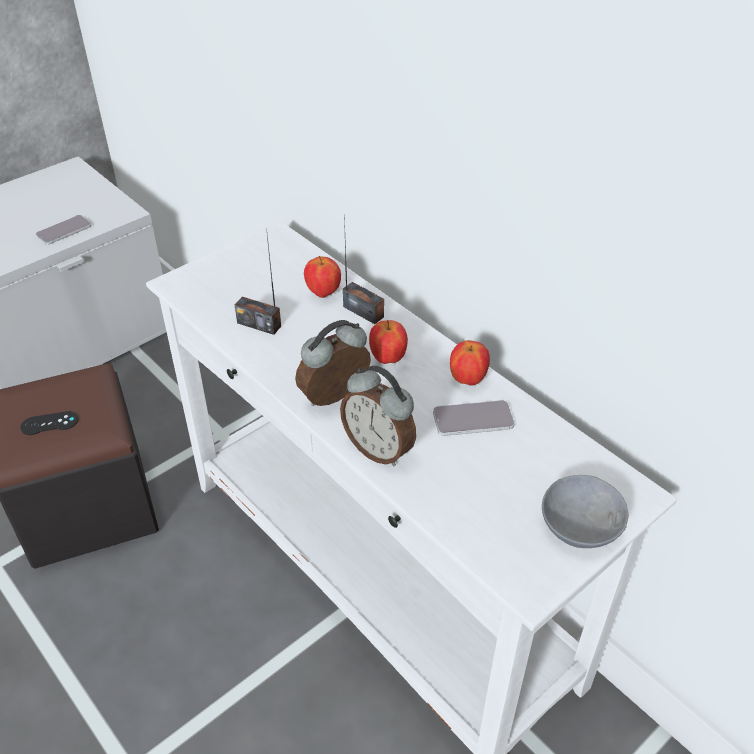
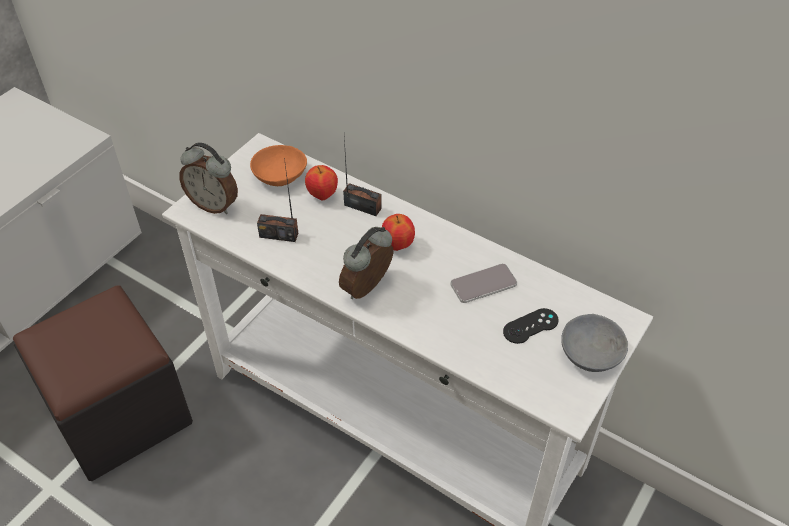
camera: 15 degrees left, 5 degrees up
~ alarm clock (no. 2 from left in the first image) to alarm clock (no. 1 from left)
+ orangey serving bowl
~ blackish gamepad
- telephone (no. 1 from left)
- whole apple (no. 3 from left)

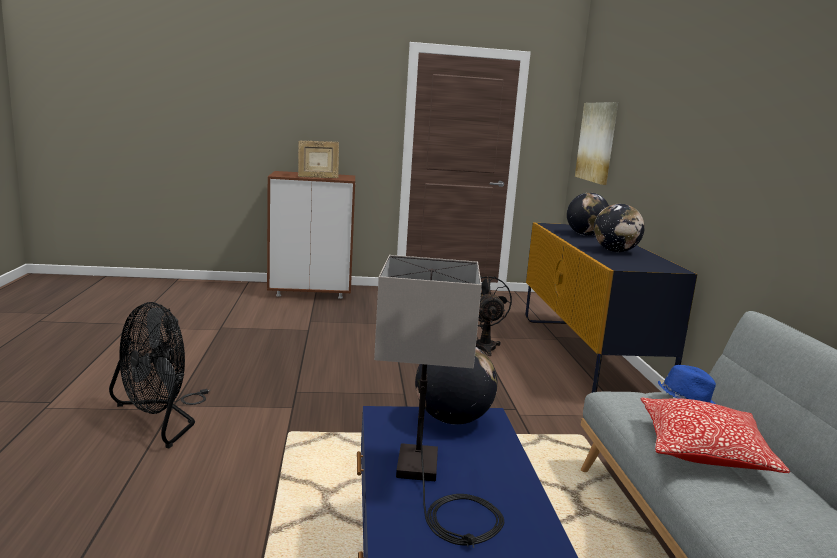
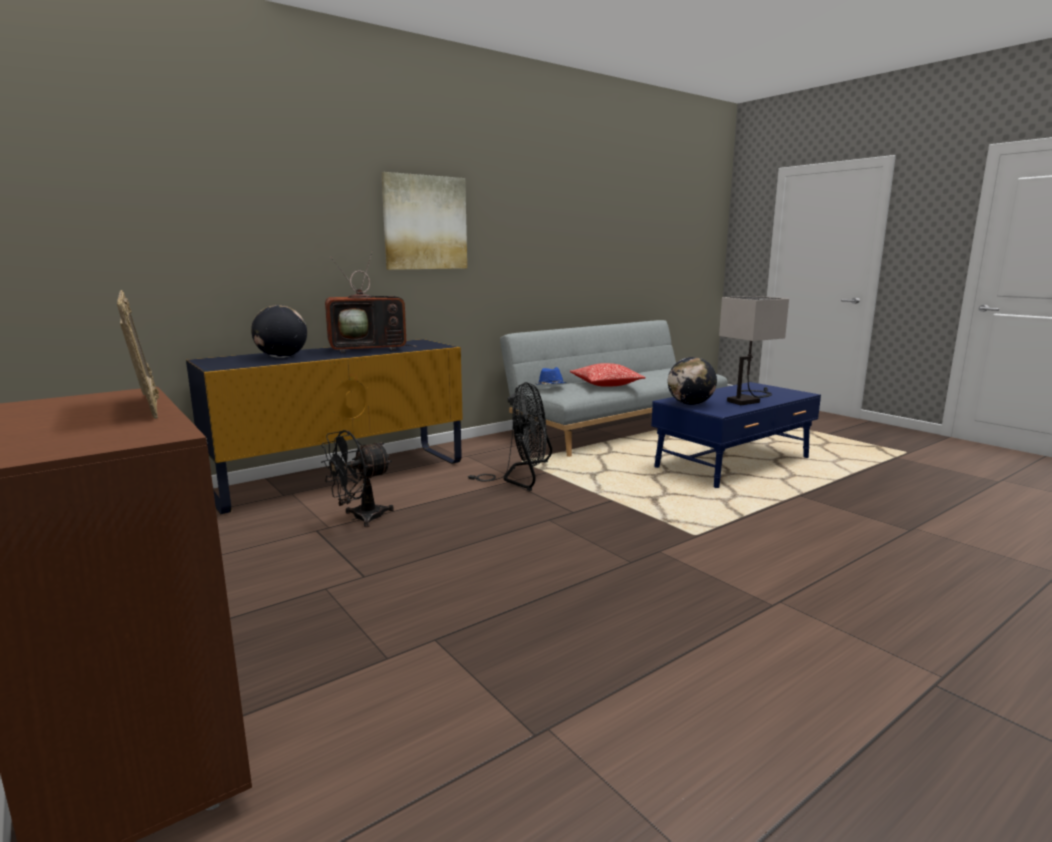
camera: 120 degrees left, 0 degrees up
~ world globe (no. 3 from left) to TV set
~ wall art
~ blackish fan (no. 1 from left in the first image) to blackish fan (no. 2 from left)

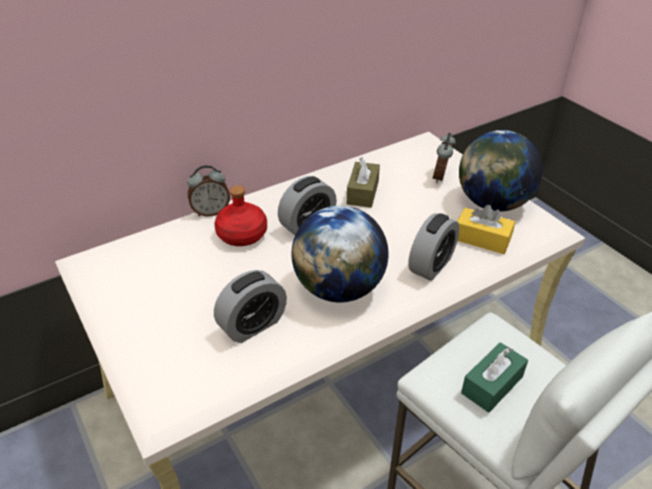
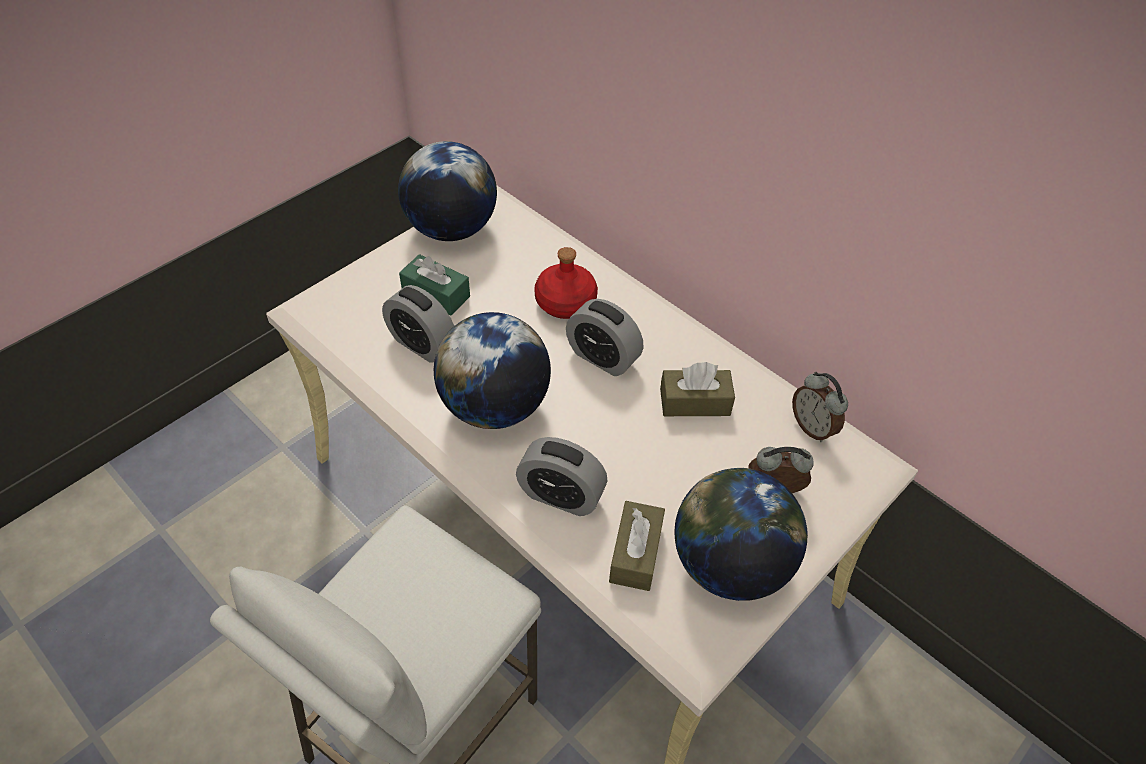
camera: 75 degrees right, 10 degrees up
+ world globe (no. 1 from left)
~ greenish box of tissues
~ yellowish box of tissues to brownish box of tissues (no. 1 from left)
~ alarm clock (no. 1 from left in the first image) to alarm clock (no. 5 from left)

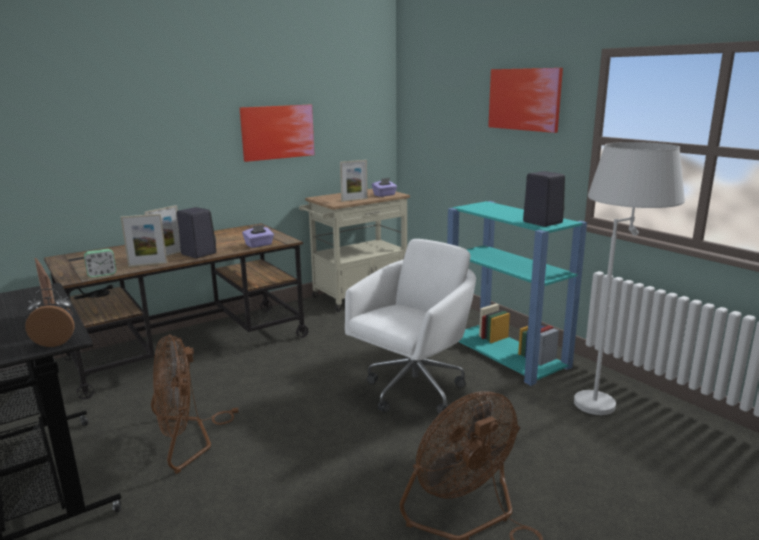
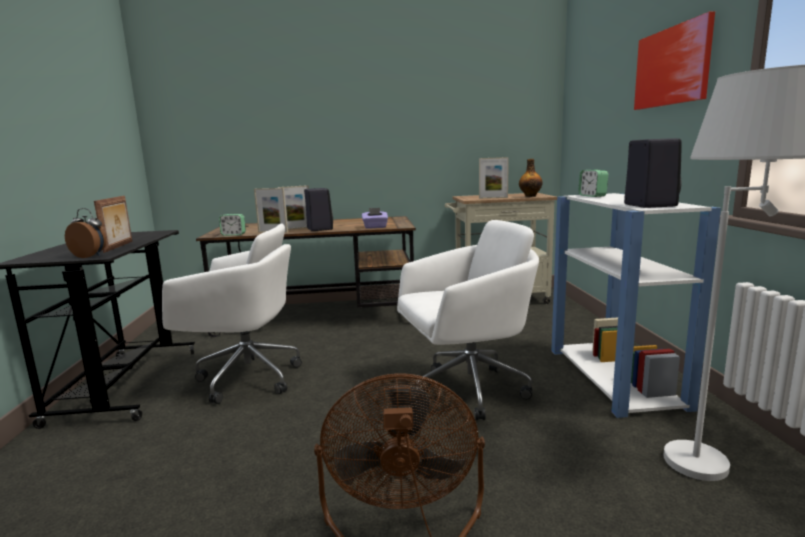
camera: 30 degrees right, 5 degrees down
~ brownish fan (no. 1 from left) to white desk chair (no. 1 from left)
~ purple-coloured box of tissues (no. 2 from left) to bottle
~ blue-green shelving unit to white shelving unit
+ alarm clock (no. 3 from left)
- wall art (no. 1 from left)

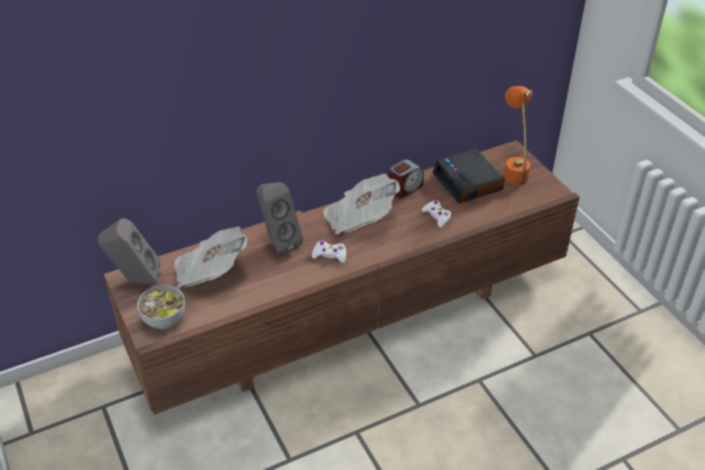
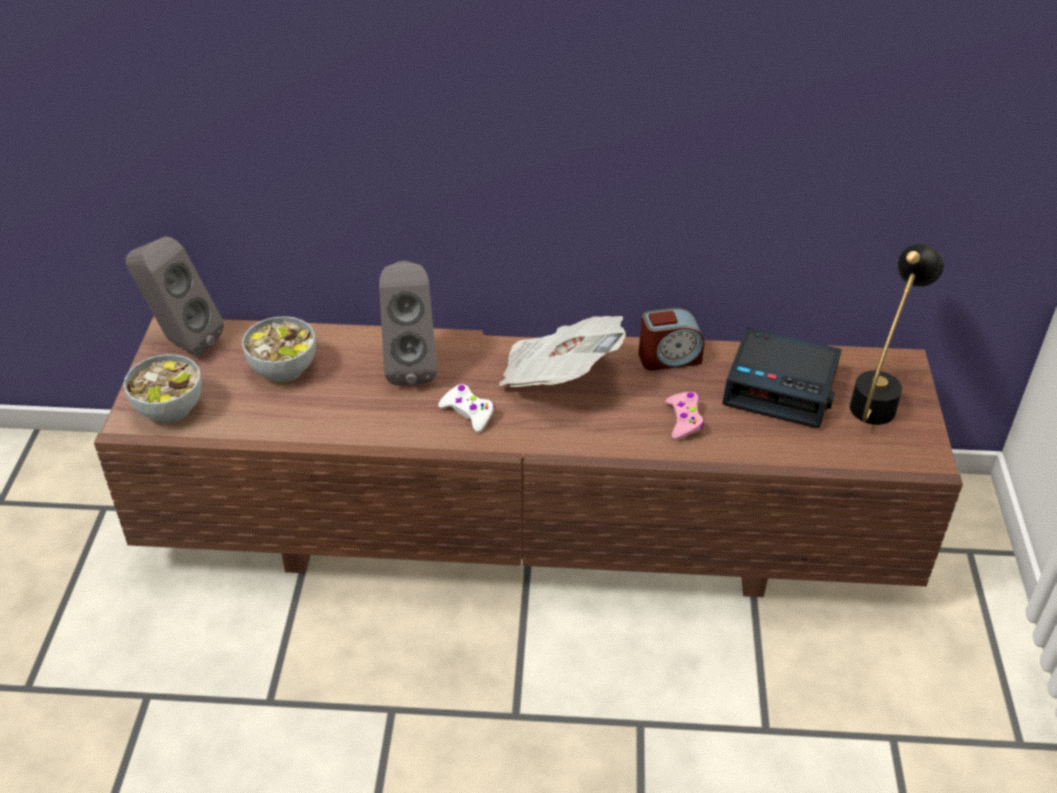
camera: 30 degrees right, 0 degrees up
~ printed paper (no. 1 from left) to serving bowl (no. 2 from left)
~ white gamepad (no. 2 from left) to pinkish gamepad
~ alarm clock (no. 2 from left) 75 degrees counterclockwise
~ orangey tabletop lamp to blackish tabletop lamp

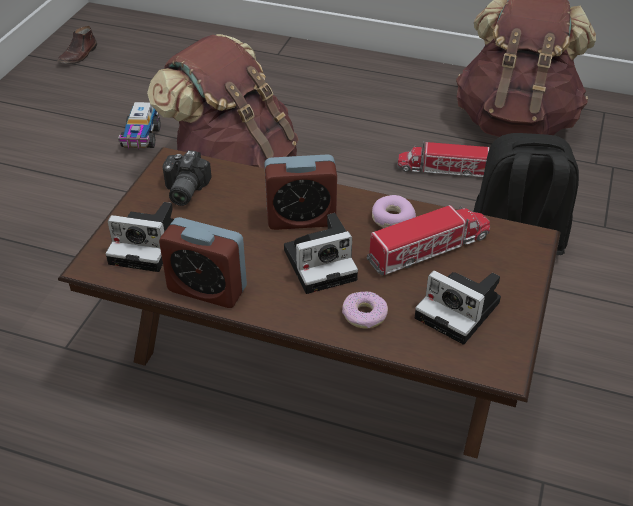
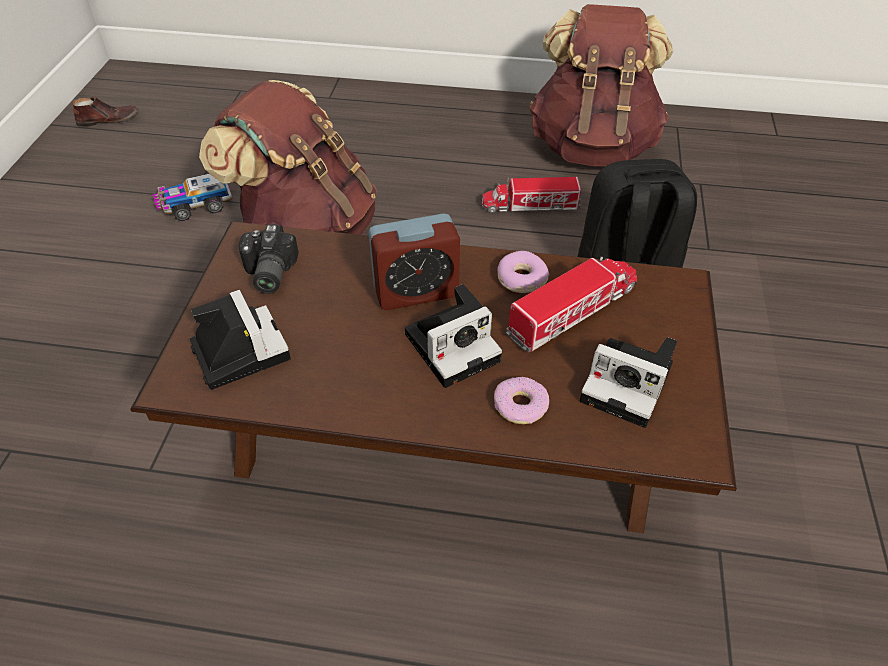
camera: 10 degrees left, 5 degrees up
~ brownish low shoe 120 degrees counterclockwise
~ model truck (no. 1 from left) 75 degrees clockwise
~ photo camera (no. 1 from left) 120 degrees counterclockwise
- alarm clock (no. 1 from left)

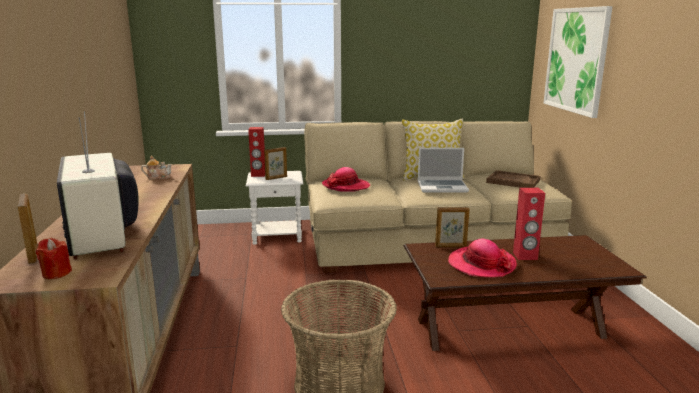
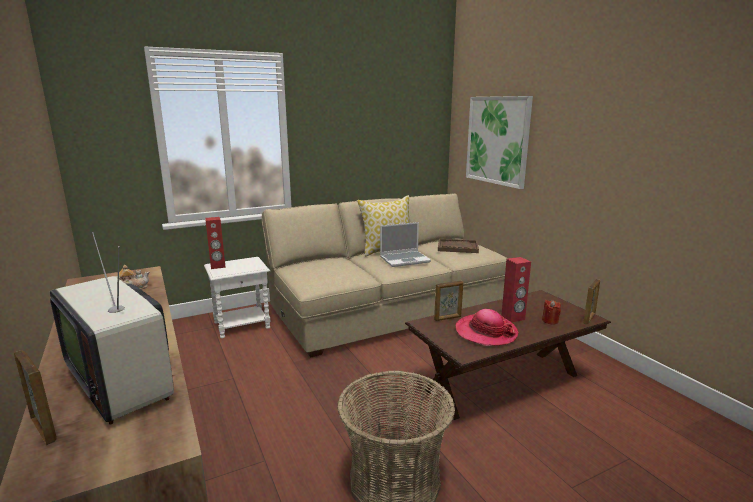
camera: 20 degrees left, 0 degrees up
~ reddish wax candle
~ standing frame (no. 2 from left in the first image) to standing frame (no. 3 from left)
- wearable hat (no. 1 from left)

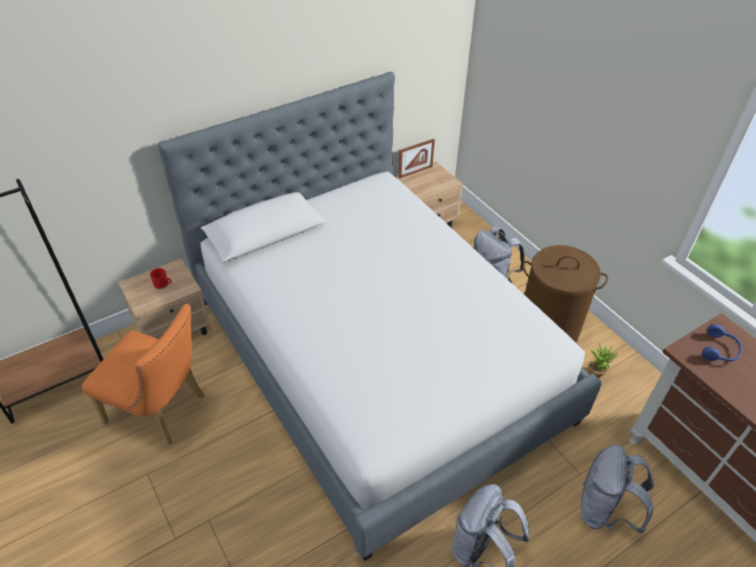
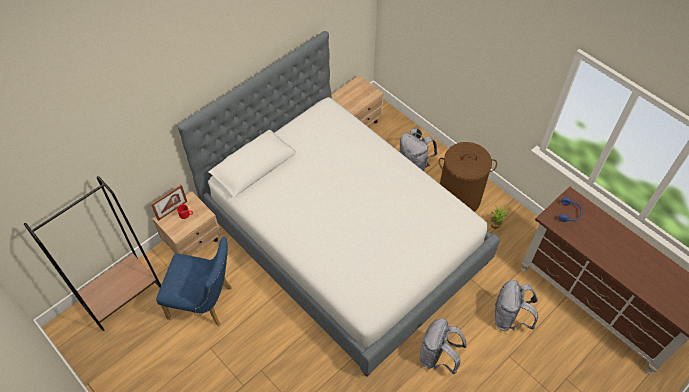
camera: 10 degrees left, 10 degrees up
~ standing frame
~ orangey upright chair to blue-coloured upright chair

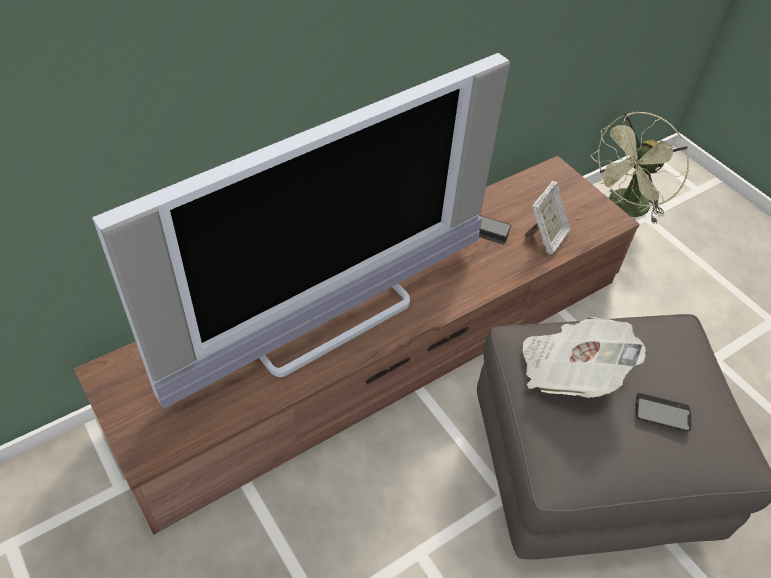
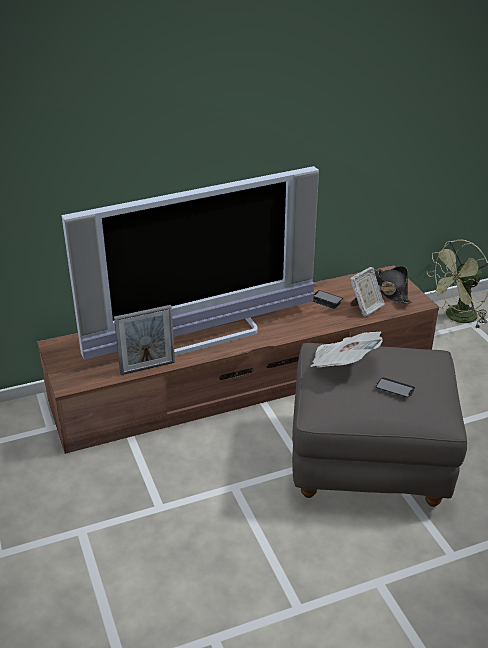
camera: 15 degrees right, 15 degrees down
+ standing frame (no. 1 from left)
+ blackish wearable hat

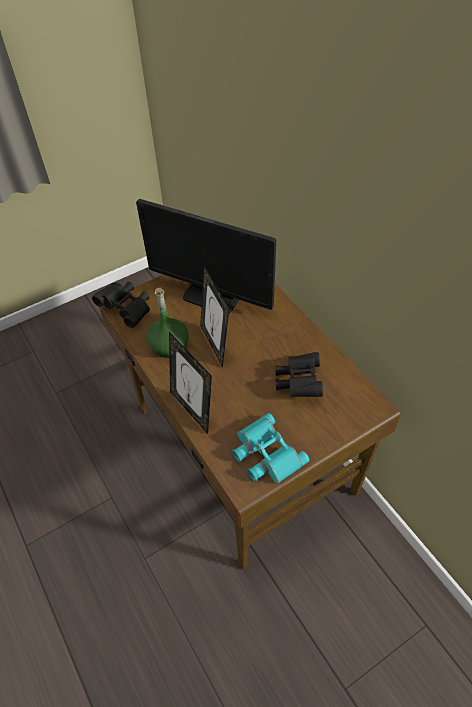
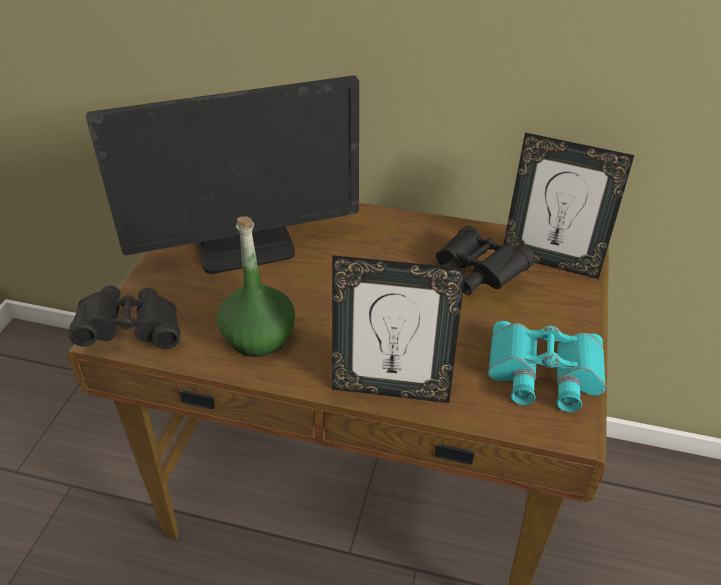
camera: 45 degrees left, 10 degrees down
~ standing frame (no. 2 from left)

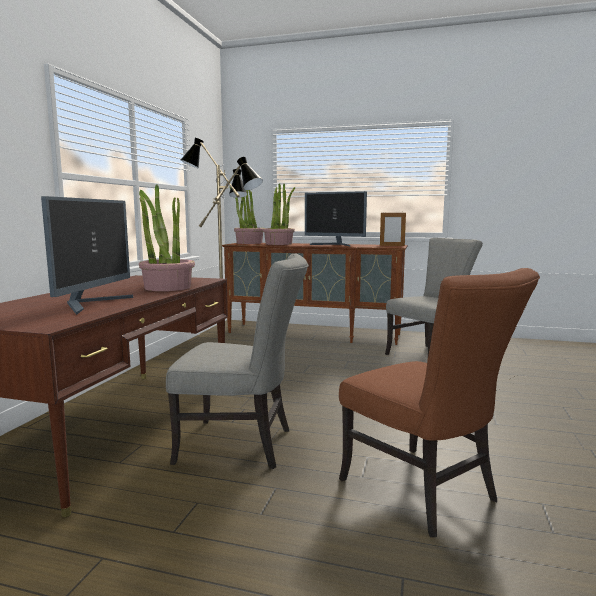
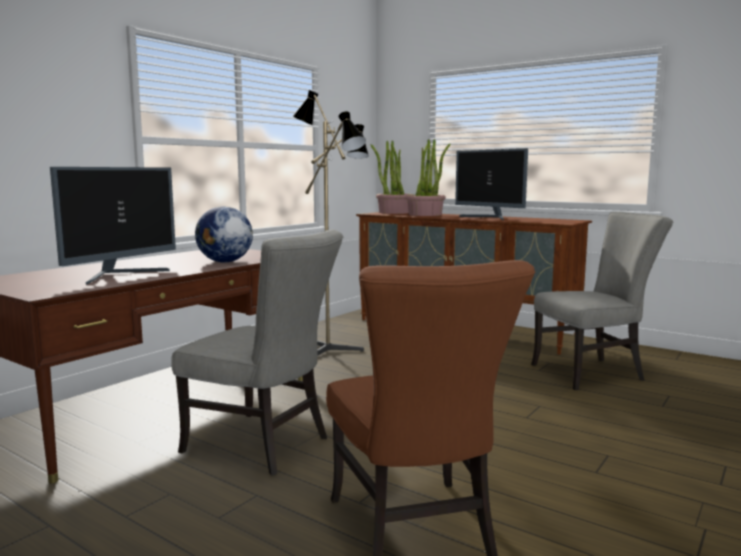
camera: 20 degrees right, 0 degrees up
~ potted plant (no. 1 from left) to world globe
- standing frame

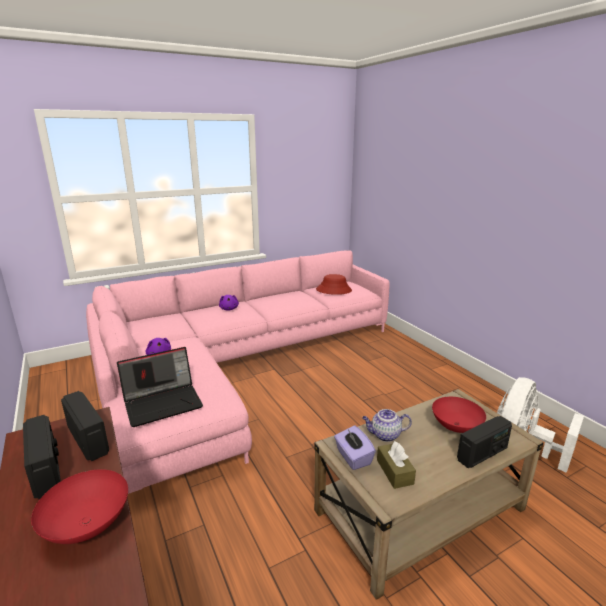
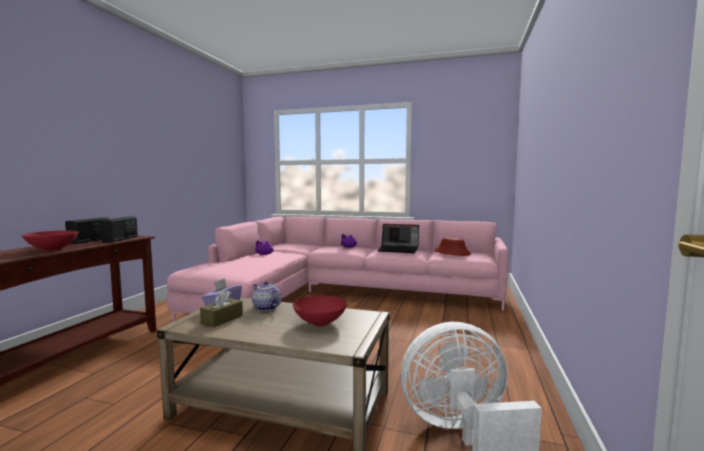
camera: 45 degrees right, 15 degrees down
~ portable computer
- radio receiver (no. 3 from left)

